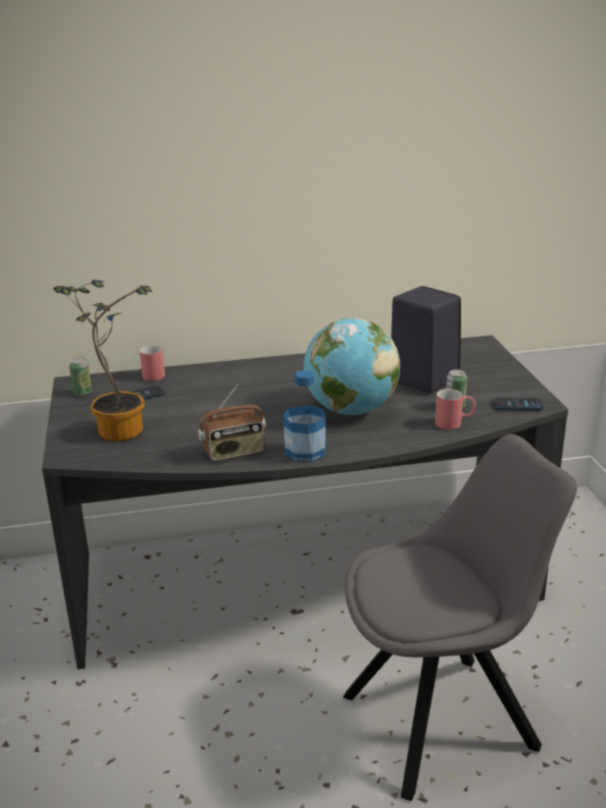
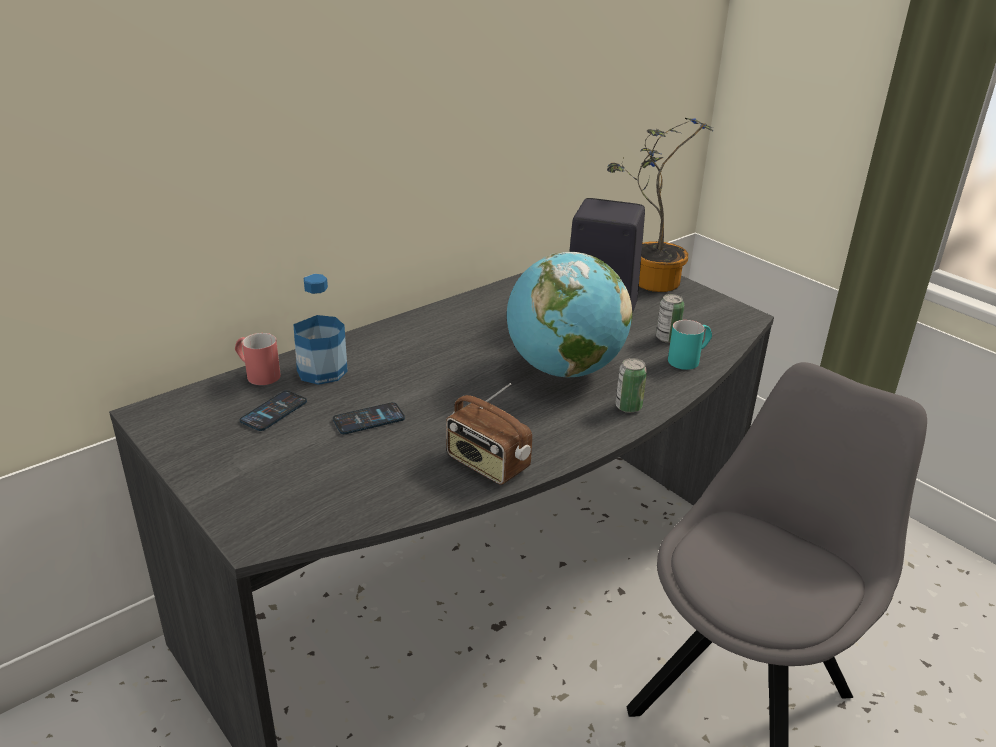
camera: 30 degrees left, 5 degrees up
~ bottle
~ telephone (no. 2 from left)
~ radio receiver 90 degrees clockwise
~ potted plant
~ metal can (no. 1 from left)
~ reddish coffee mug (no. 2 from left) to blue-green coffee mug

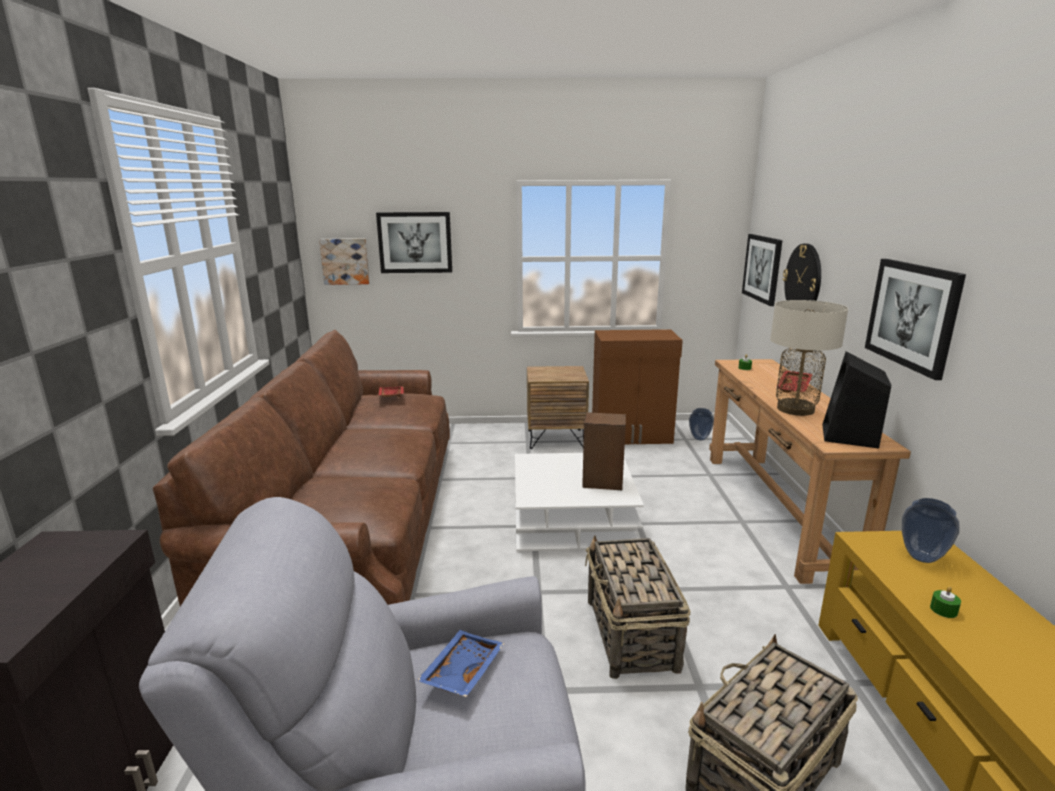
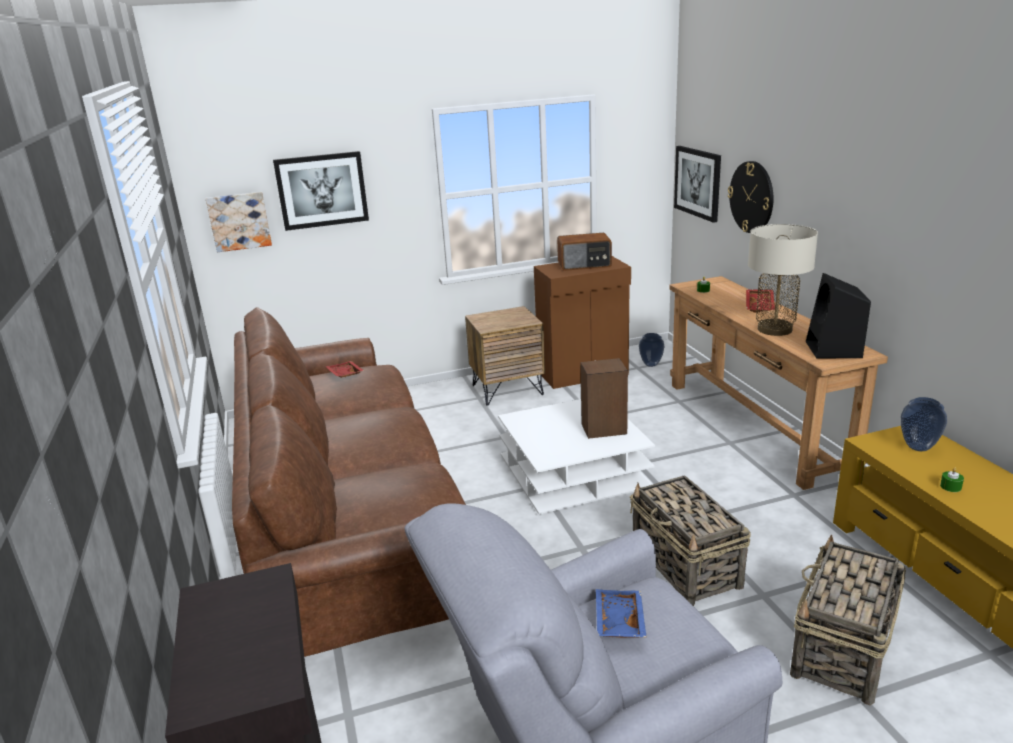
camera: 15 degrees left, 5 degrees up
+ radio receiver
- wall art (no. 4 from left)

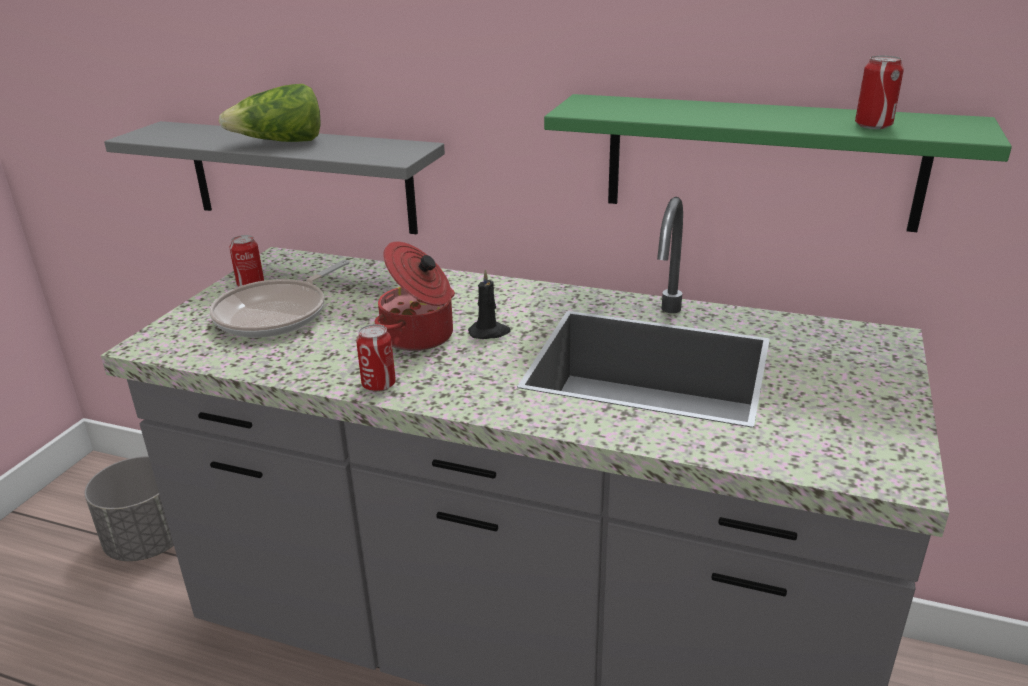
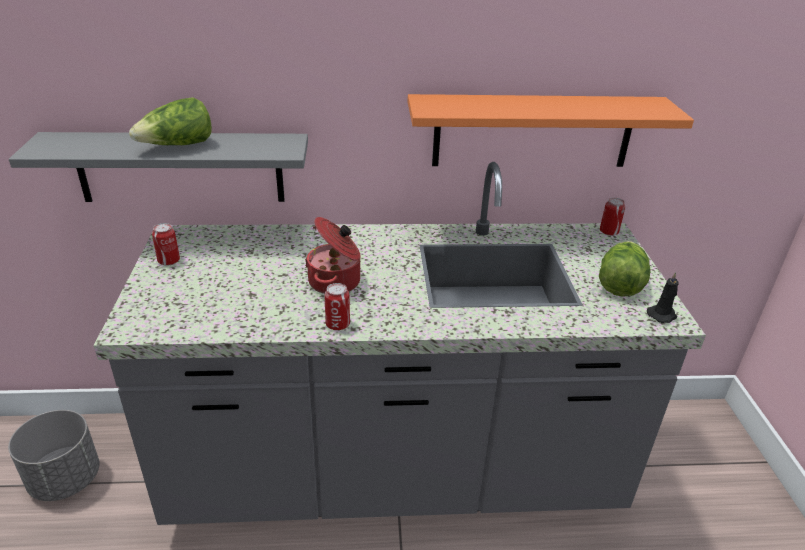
camera: 25 degrees left, 5 degrees up
~ greenish shelf to orangey shelf
+ lettuce head (no. 2 from left)
~ metal can (no. 3 from left)
~ blackish wax candle
- pan

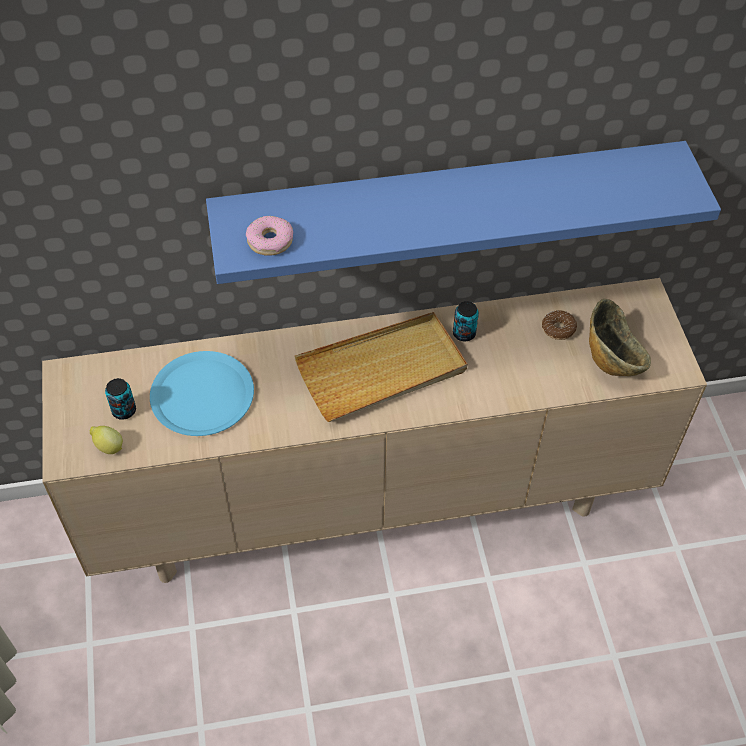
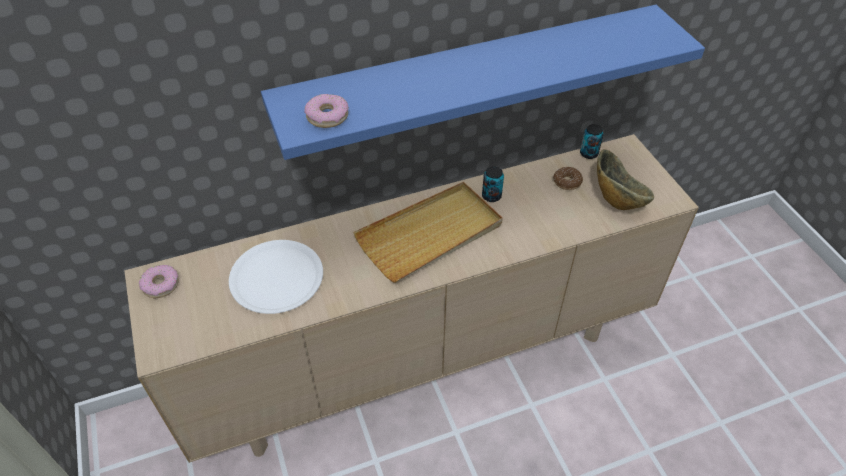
camera: 10 degrees left, 5 degrees down
+ donut (no. 1 from left)
~ blue-coloured plate to white plate
~ metal can (no. 1 from left in the first image) to metal can (no. 2 from left)
- lemon

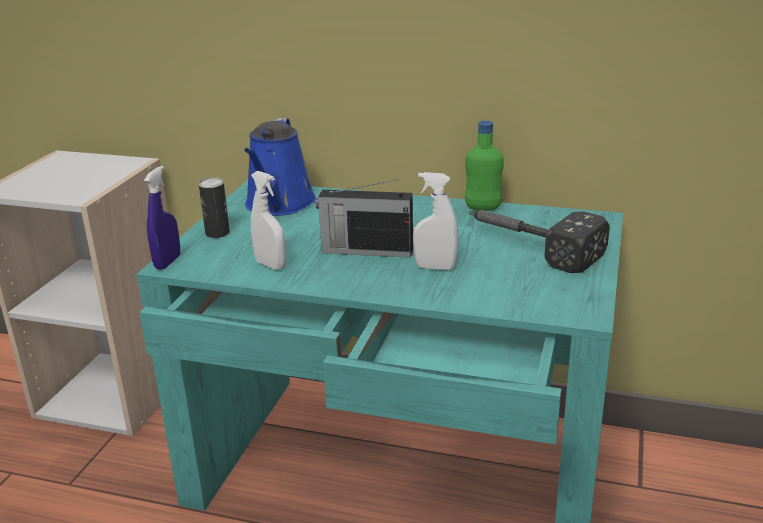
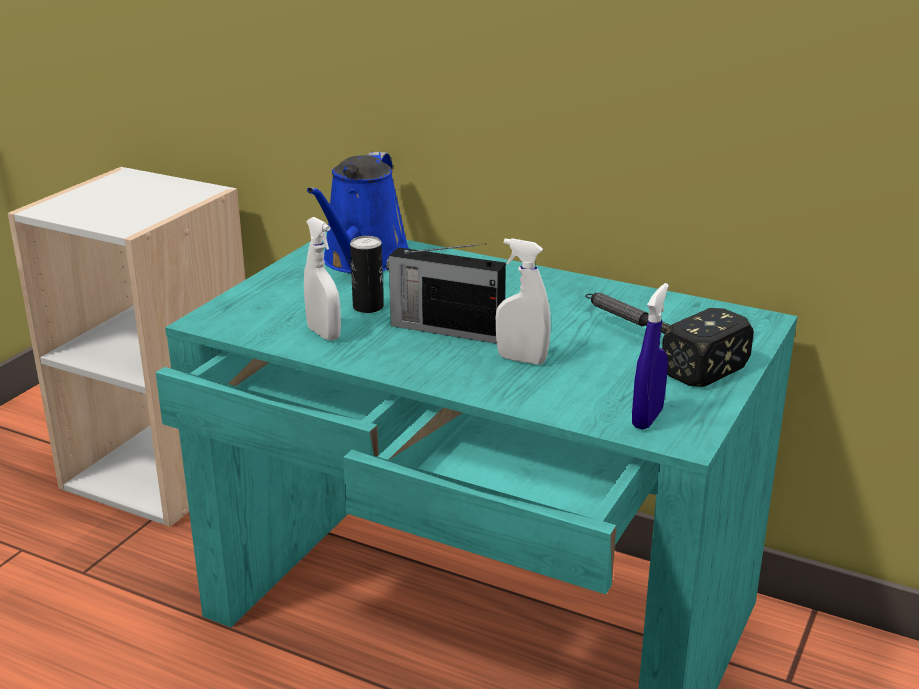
camera: 10 degrees right, 0 degrees up
~ metal can
~ blue-coloured hand sprayer
- greenish bottle

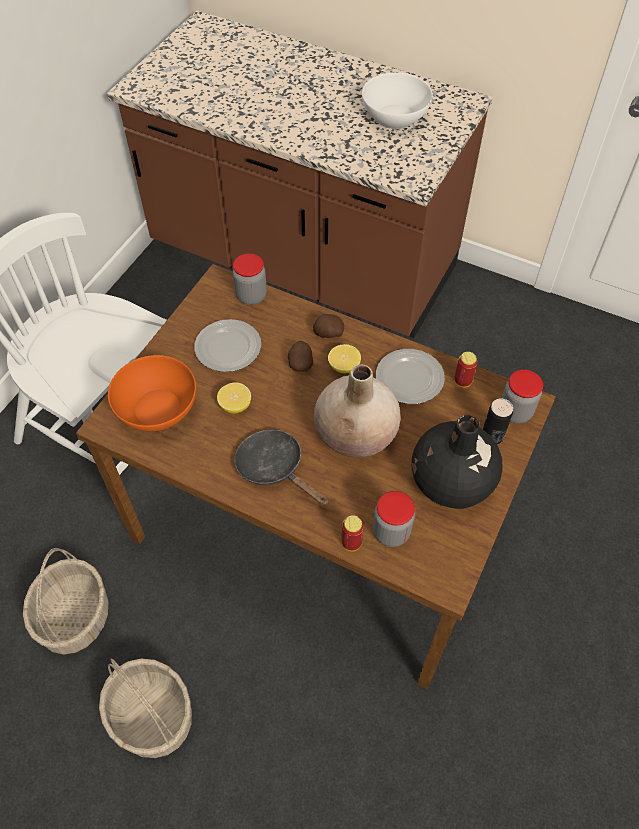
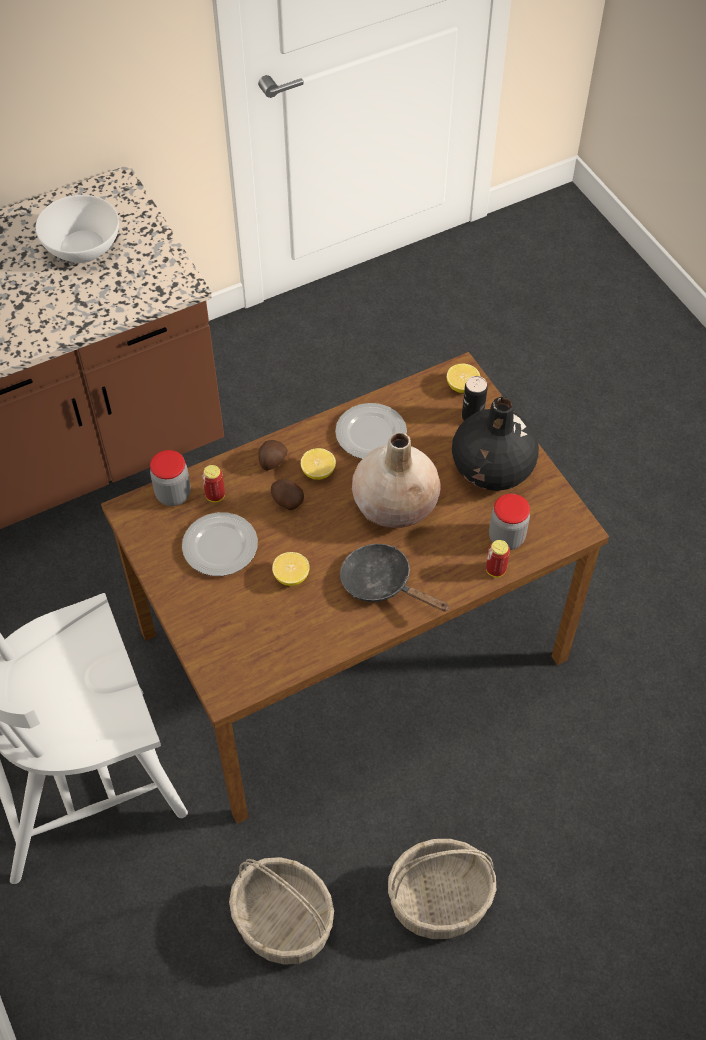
camera: 55 degrees left, 0 degrees up
~ metal can (no. 2 from left in the first image) to metal can (no. 1 from left)
~ blackish pan 45 degrees clockwise
~ storage jar (no. 3 from left) to lemon (no. 3 from left)
- orangey serving bowl

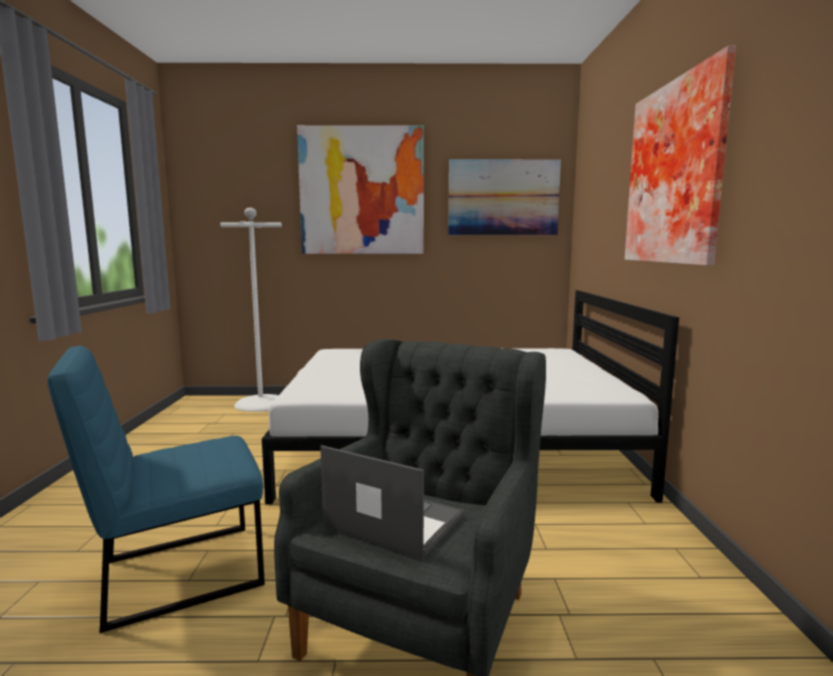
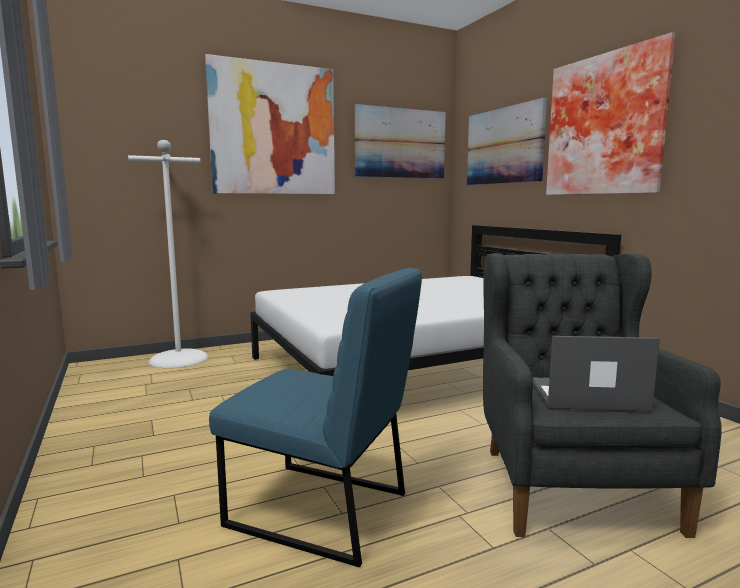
camera: 25 degrees left, 0 degrees up
~ blue-coloured upright chair 105 degrees counterclockwise
+ wall art (no. 3 from left)

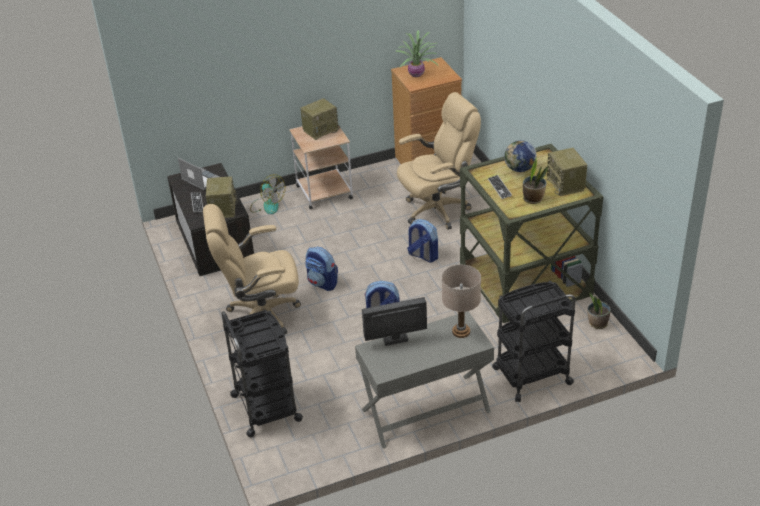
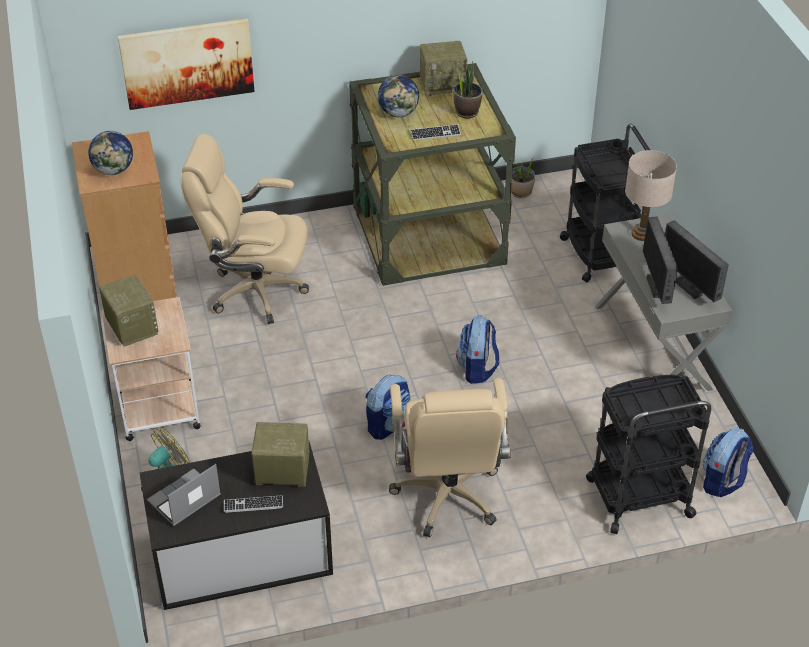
camera: 85 degrees left, 5 degrees up
~ potted plant (no. 1 from left) to world globe (no. 1 from left)
+ wall art
~ beige-coloured desk chair (no. 2 from left in the first image) 60 degrees counterclockwise
+ computer screen (no. 2 from left)
~ backpack (no. 3 from left)

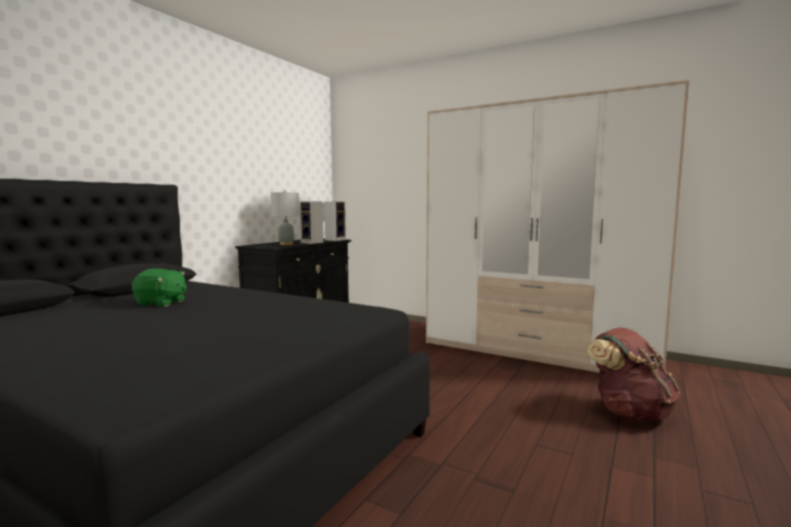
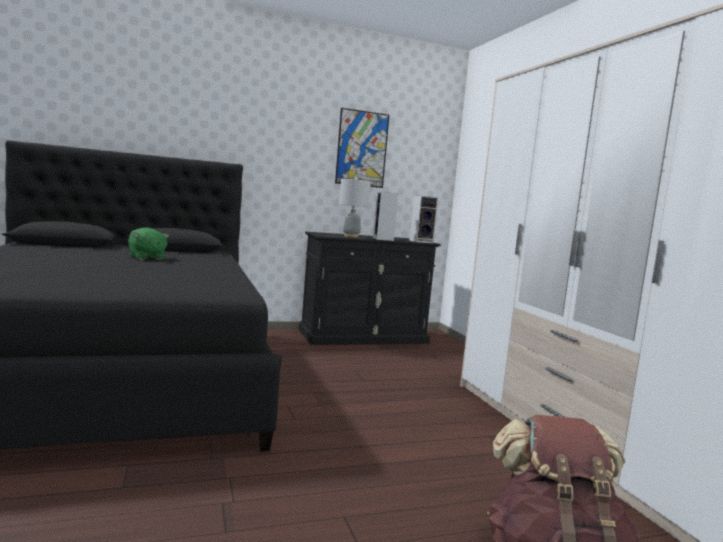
camera: 40 degrees right, 0 degrees up
+ wall art

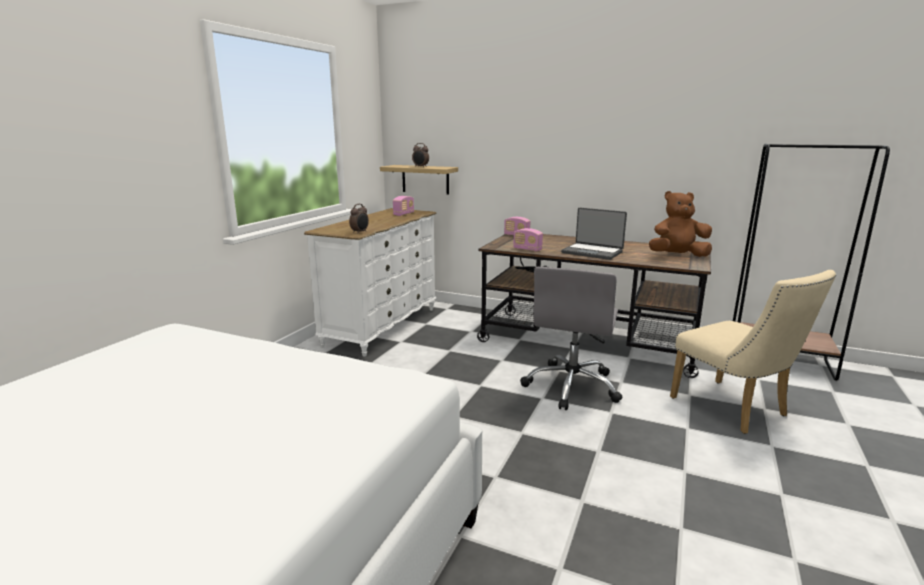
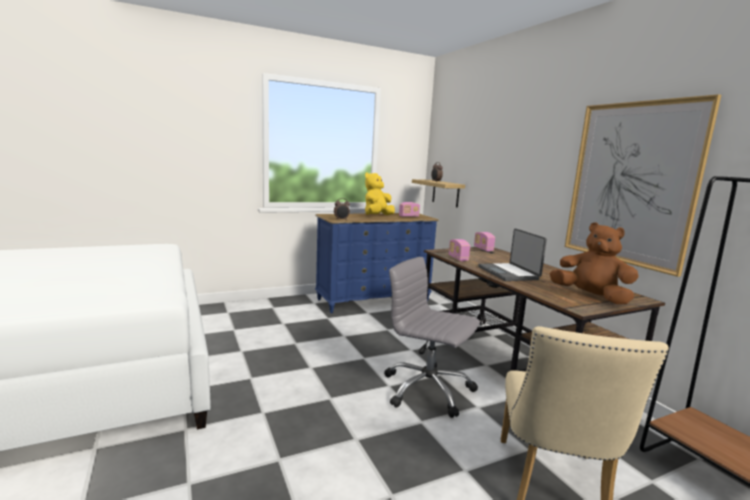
camera: 40 degrees right, 5 degrees down
~ white drawer chest to blue-coloured drawer chest
+ yellowish cuddly toy
~ grey desk chair 60 degrees clockwise
+ wall art

